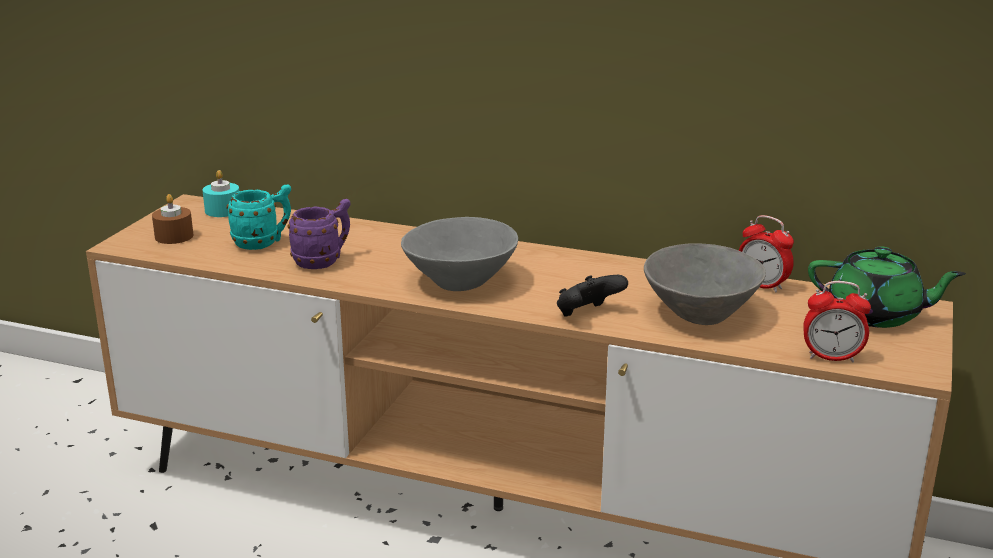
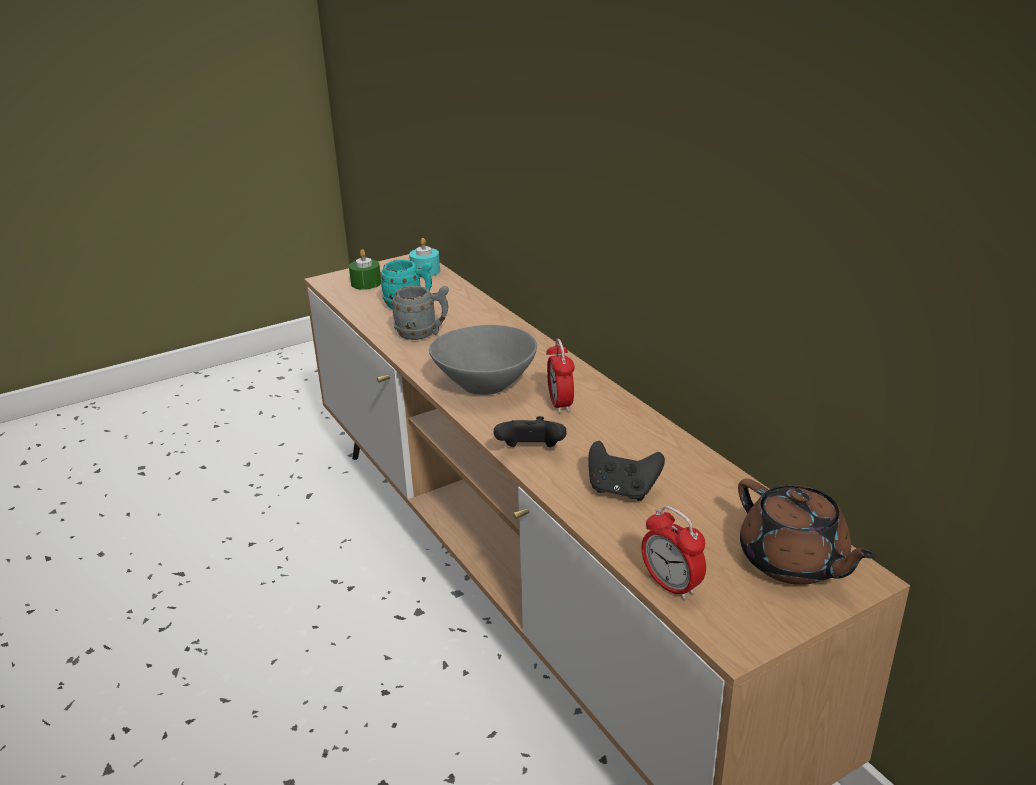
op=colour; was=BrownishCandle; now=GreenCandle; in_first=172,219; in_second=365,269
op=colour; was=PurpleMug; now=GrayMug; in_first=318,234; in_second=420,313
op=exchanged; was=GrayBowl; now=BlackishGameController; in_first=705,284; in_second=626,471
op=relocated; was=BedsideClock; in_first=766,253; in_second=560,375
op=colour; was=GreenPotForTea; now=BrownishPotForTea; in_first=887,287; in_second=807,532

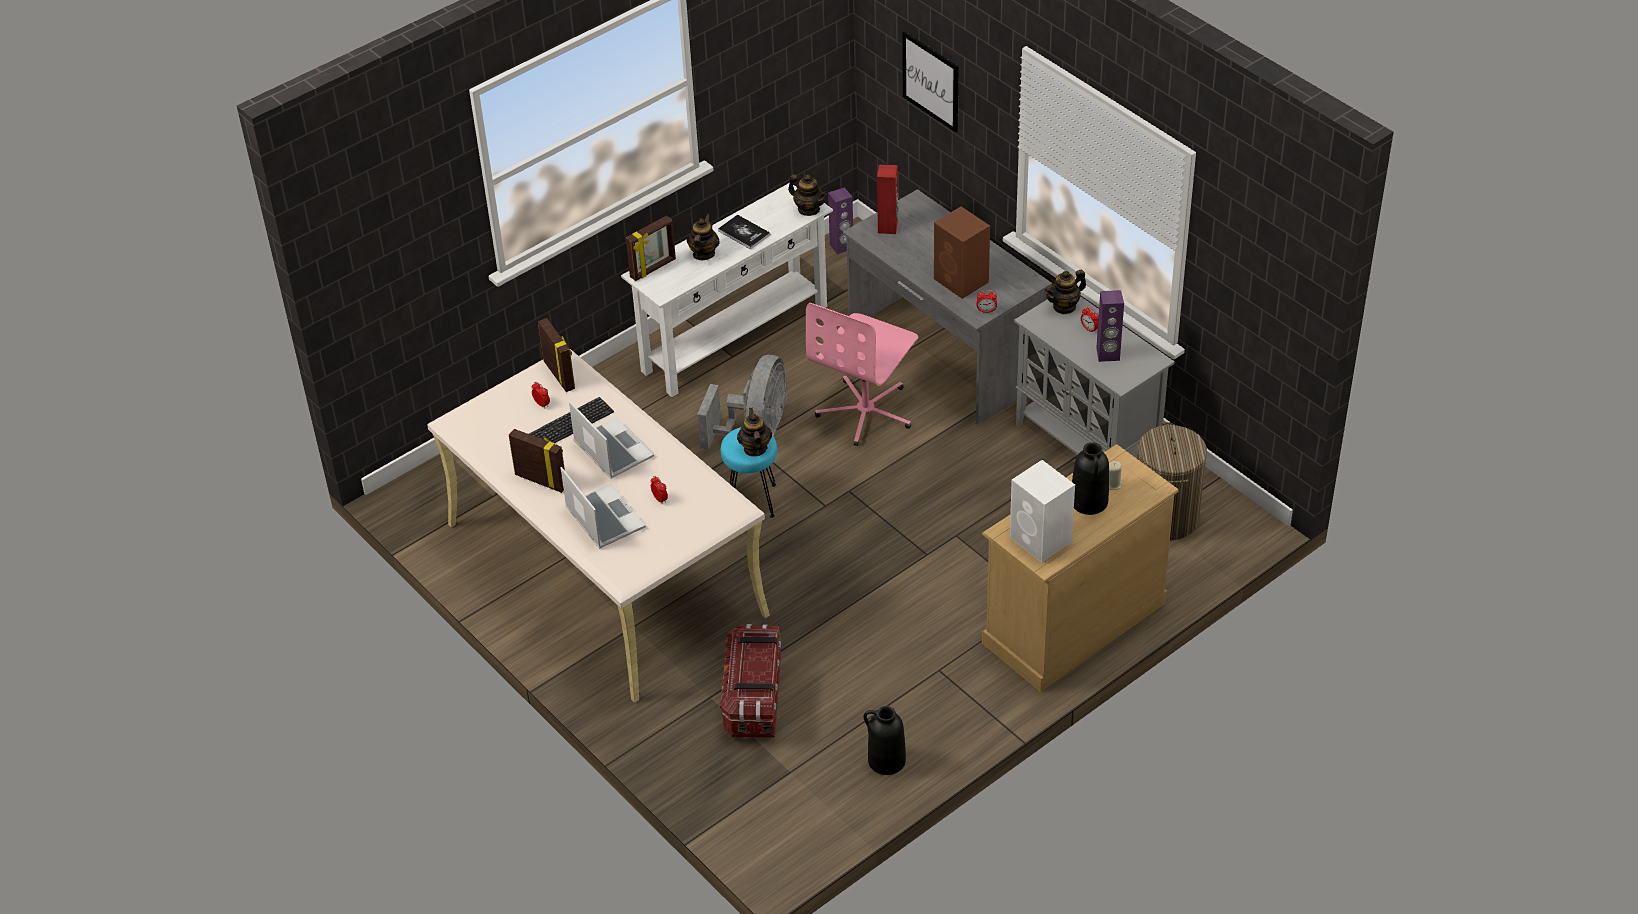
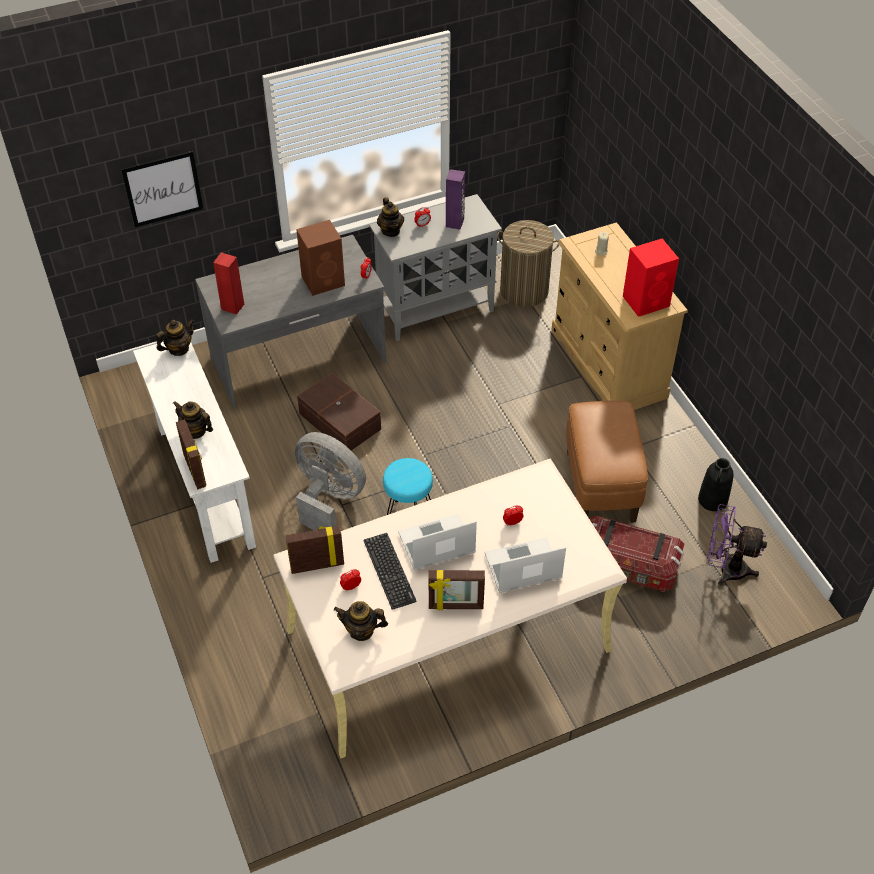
op=spun; was=PhotoFrame; in_first=537,461; in_second=457,590; clockwise=-135
op=missing; was=Book; in_first=744,232
op=relocated; was=PotForTea; in_first=754,432; in_second=361,621
op=exchanged; was=PinkComputerChair; now=BrownishStorageBox; in_first=862,374; in_second=339,412
op=missing; was=PurpleSpeaker; in_first=840,220
op=colour; was=WhiteColouredSpeaker; now=ReddishSpeaker; in_first=1042,511; in_second=651,278
op=missing; was=BlackishFlowerVase; in_first=1090,478
op=appeared; now=BrownishOttoman; in_second=607,462
op=appeared; now=PurpleCoolingFan; in_second=737,545

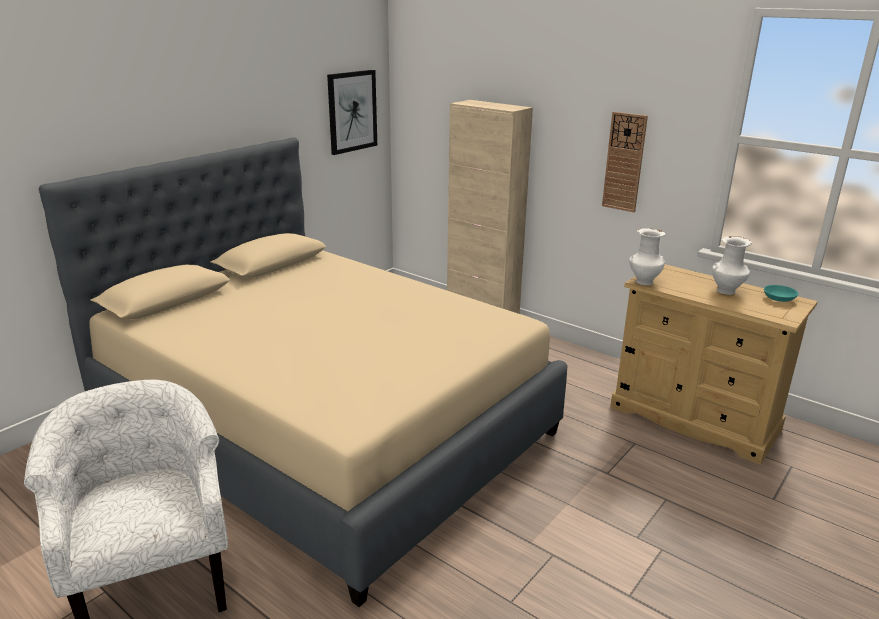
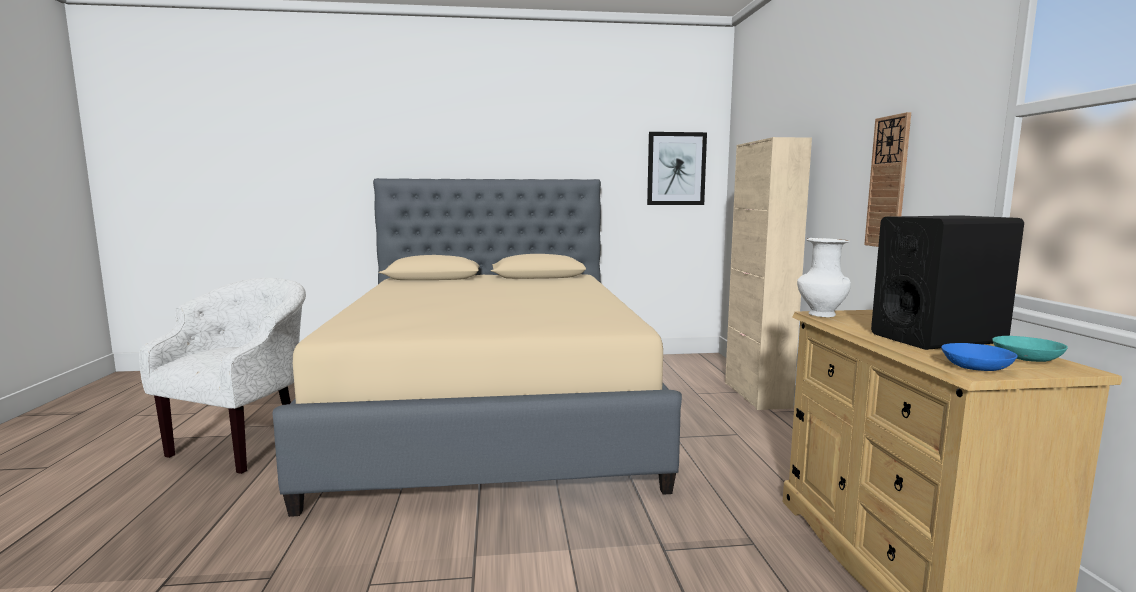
op=exchanged; was=WhiteColouredFlowerVase; now=BlackishSpeaker; in_first=732,265; in_second=947,282
op=appeared; now=BluishBowl; in_second=979,357

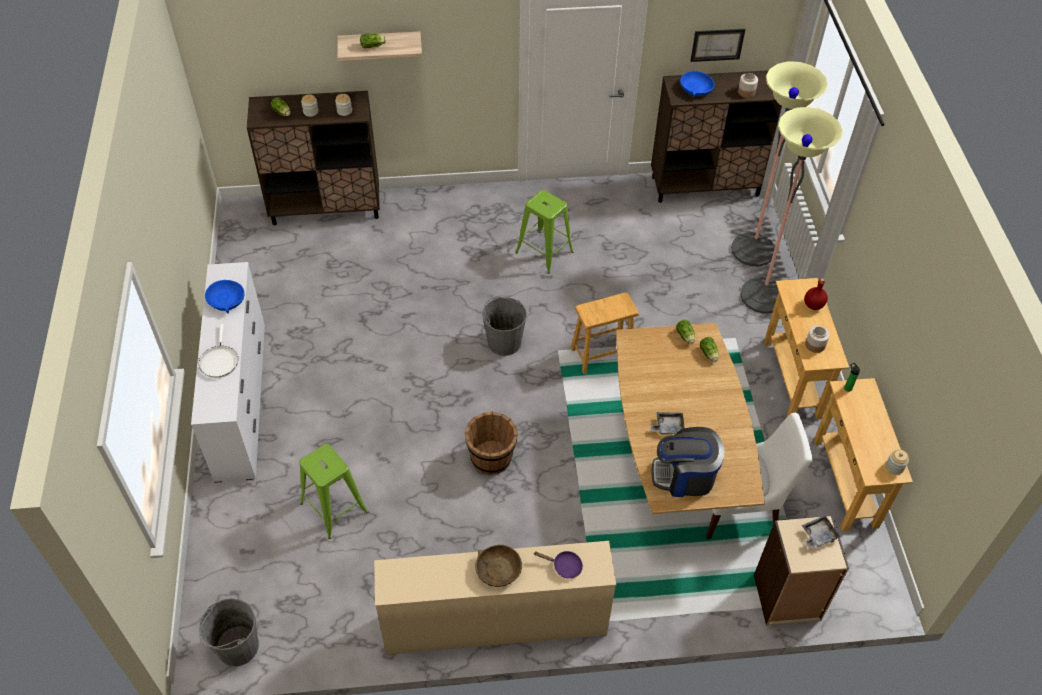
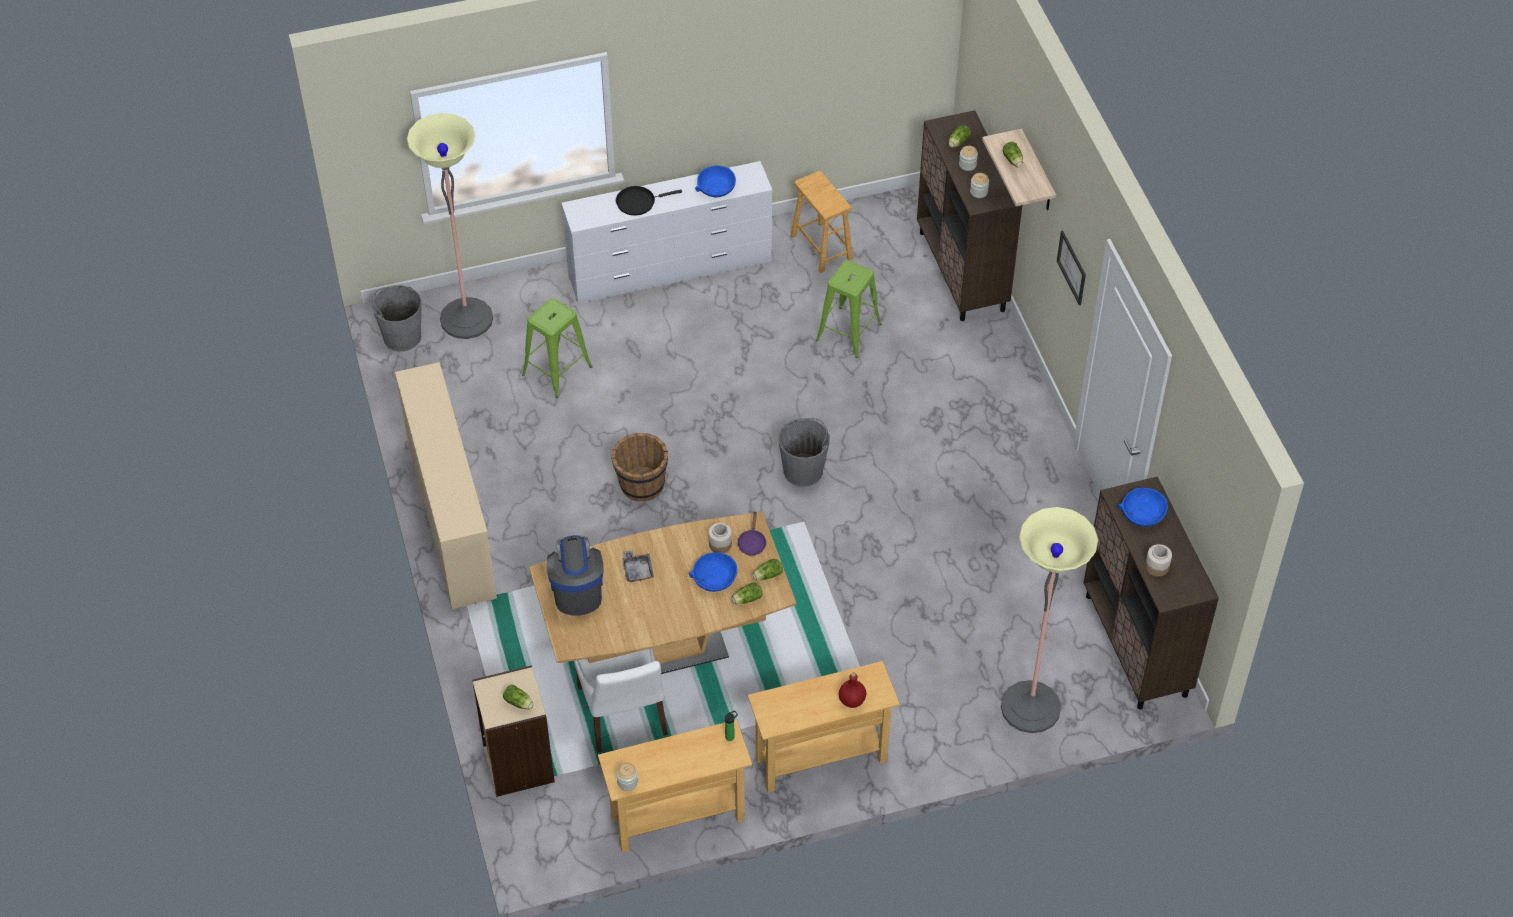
op=colour; was=WhiteColouredPan; now=BlackishPan; in_first=218,351; in_second=649,200
op=missing; was=BrownishBowl; in_first=498,566
op=relocated; was=GreenStoolSeat; in_first=544,232; in_second=848,309
op=relocated; was=PurplePan; in_first=558,565; in_second=752,534
op=relocated; was=BrownishStoolSeat; in_first=605,333; in_second=821,222
op=relocated; was=WallArt; in_first=717,45; in_second=1071,268
op=relocated; was=FloorLamp; in_first=791,210; in_second=450,226
op=exchanged; was=GrayCarryingTray; now=Lettuce; in_first=821,532; in_second=518,697
op=relocated; was=StorageJar; in_first=817,339; in_second=720,538
op=appeared; now=BluishBowl; in_second=713,572

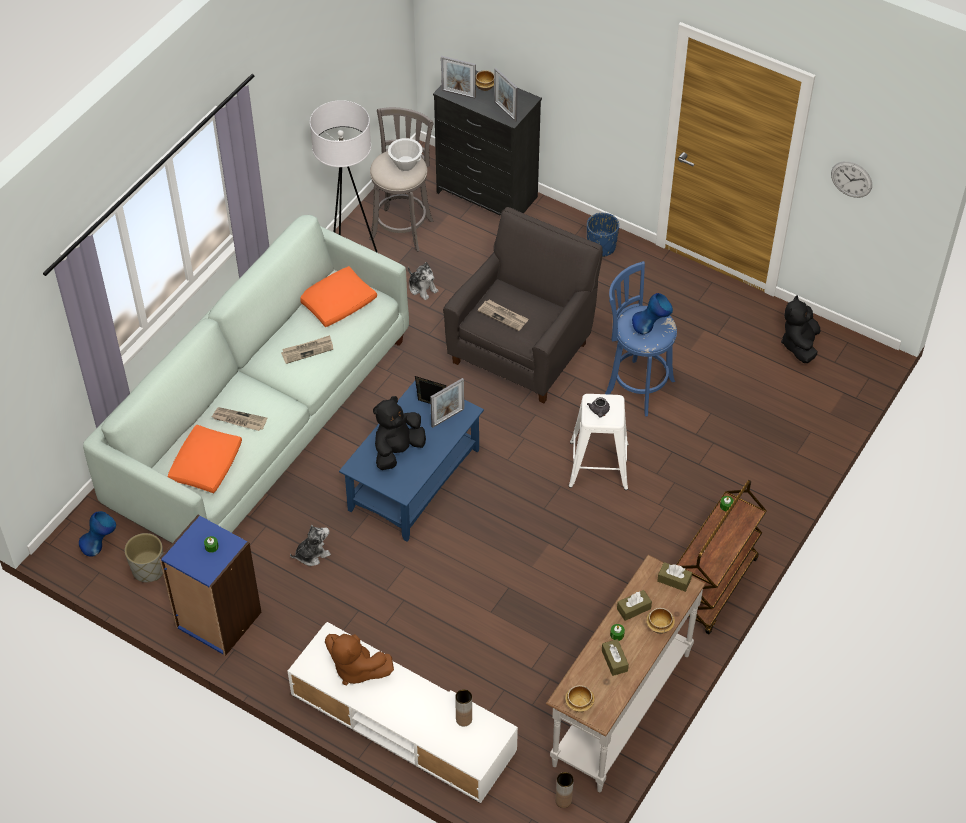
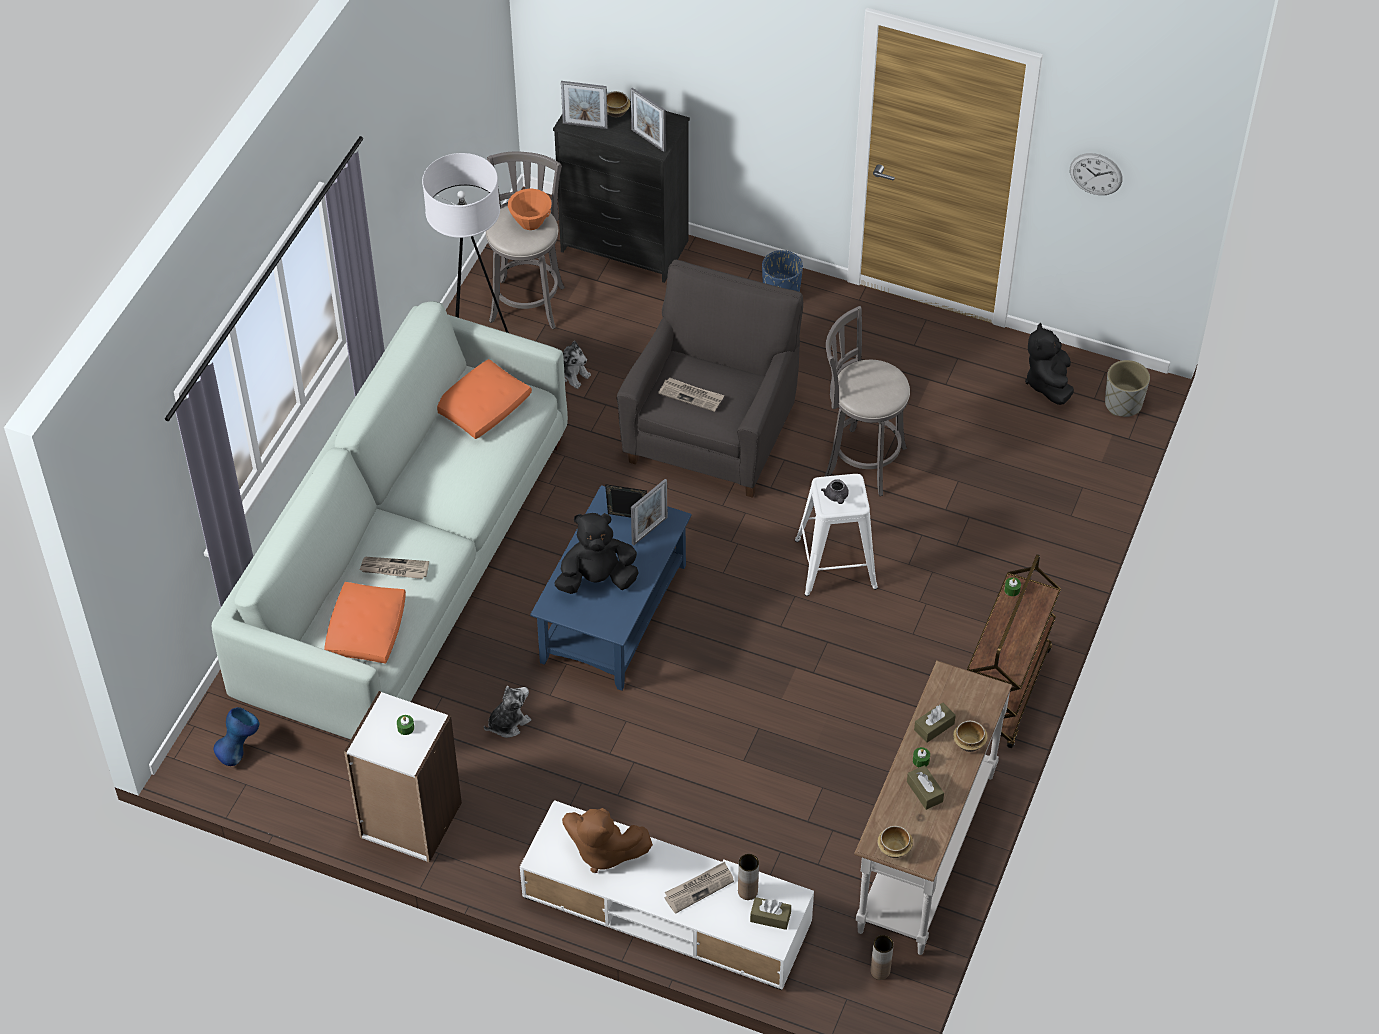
op=relocated; was=GrayPlantPot; in_first=144,557; in_second=1127,388
op=colour; was=BluishShelvingUnit; now=WhiteColouredShelvingUnit; in_first=210,585; in_second=403,777
op=relocated; was=DailyPaper; in_first=307,349; in_second=699,888
op=spun; was=BlackishSoftToy; in_first=399,433; in_second=596,553; clockwise=45
op=colour; was=WhiteColouredBowl; now=OrangeBowl; in_first=405,154; in_second=530,209
op=colour; was=BluishStoolSeat; now=GrayStoolSeat; in_first=641,339; in_second=867,401
op=missing; was=BluishFlowerVase; in_first=652,313
op=relocated; was=BrownishBoxOfTissues; in_first=674,577; in_second=770,913

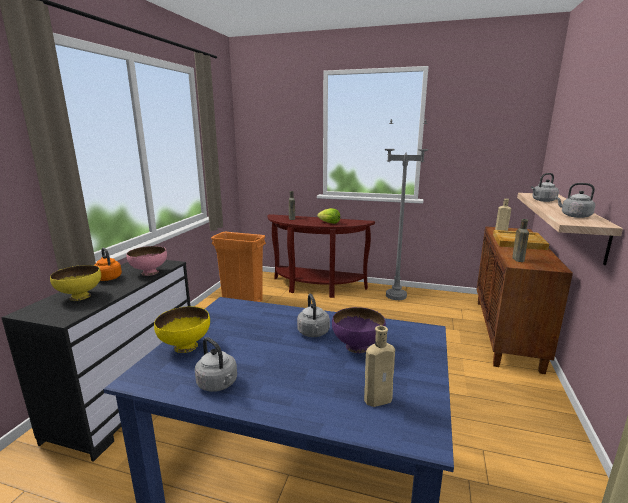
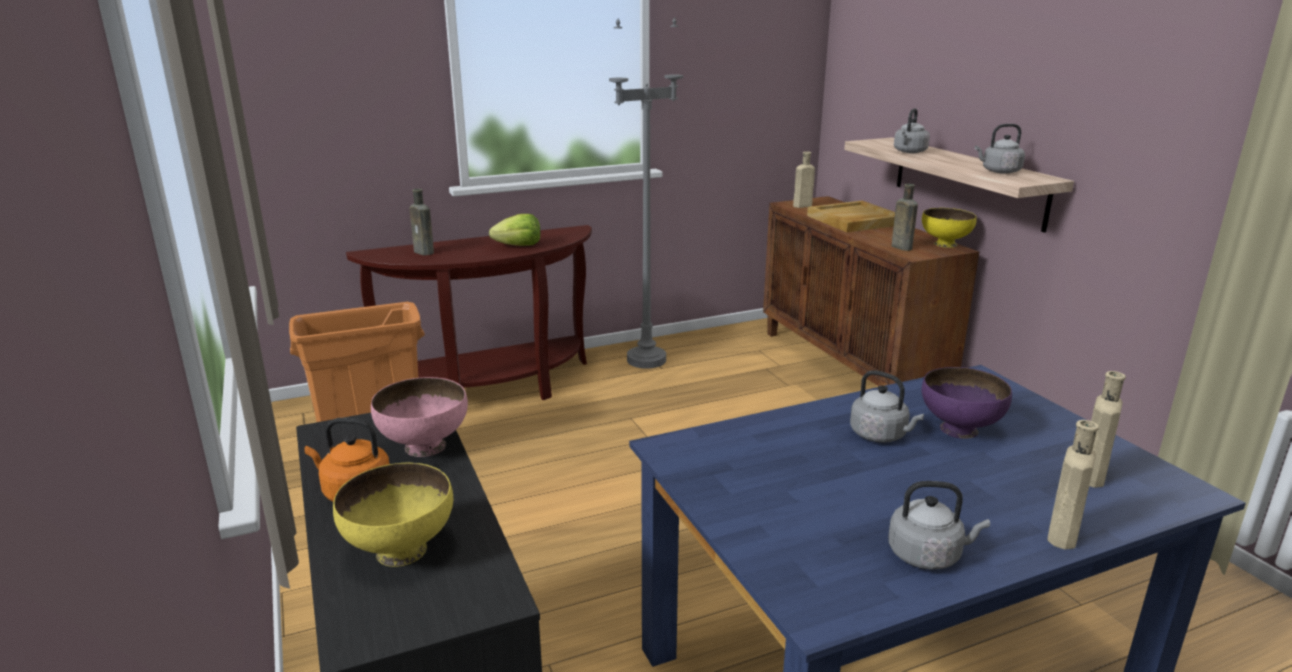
op=relocated; was=YellowColouredBowl; in_first=182,329; in_second=949,228
op=appeared; now=BeigeBottle; in_second=1073,484

